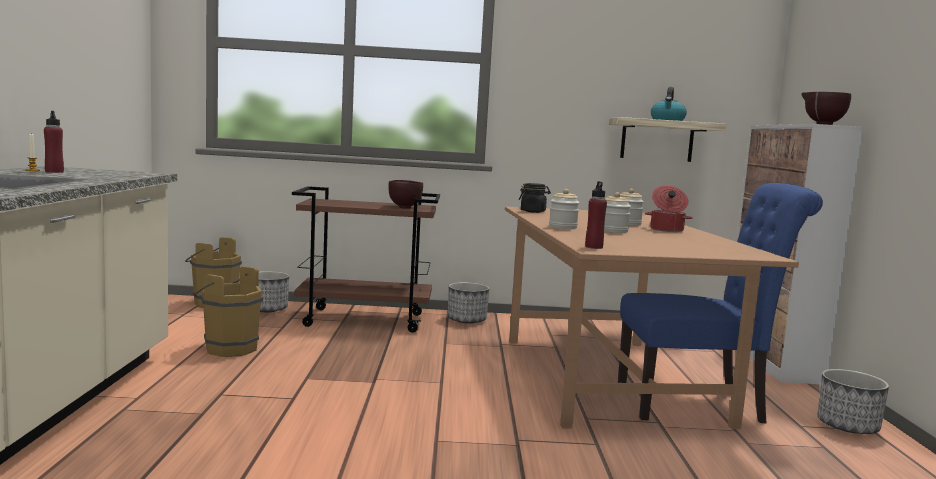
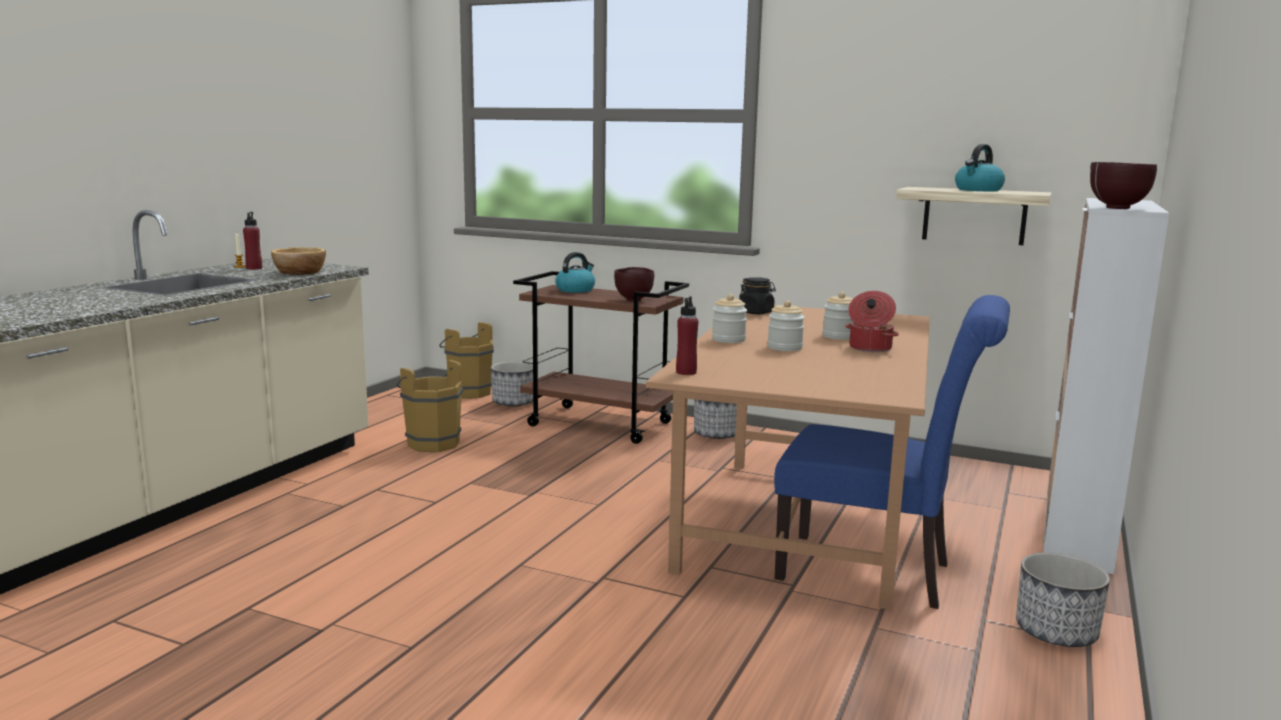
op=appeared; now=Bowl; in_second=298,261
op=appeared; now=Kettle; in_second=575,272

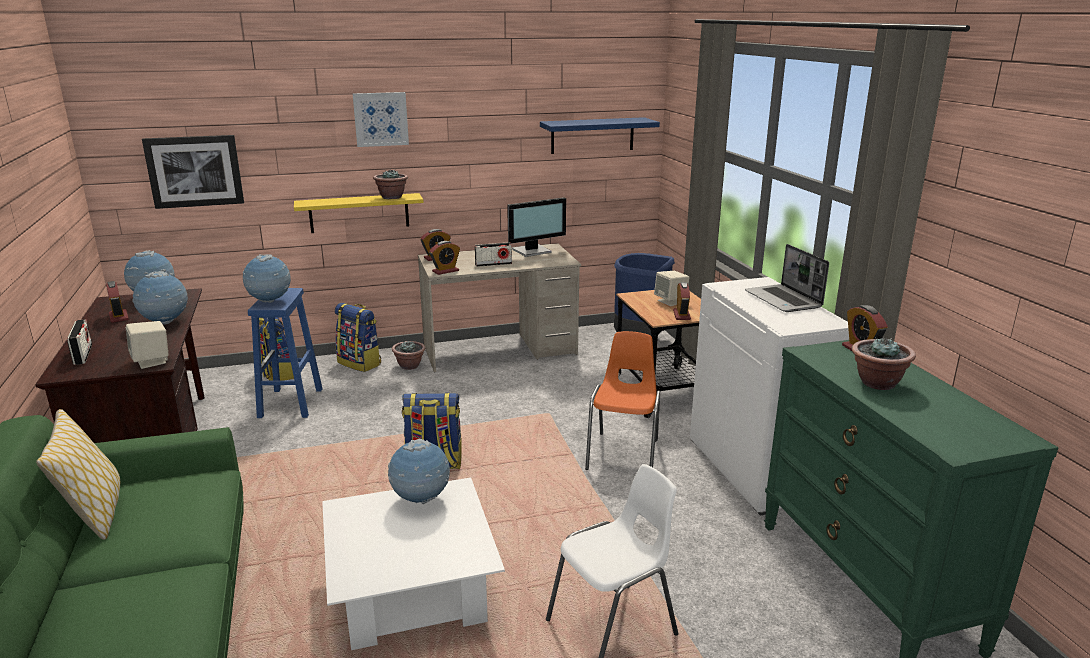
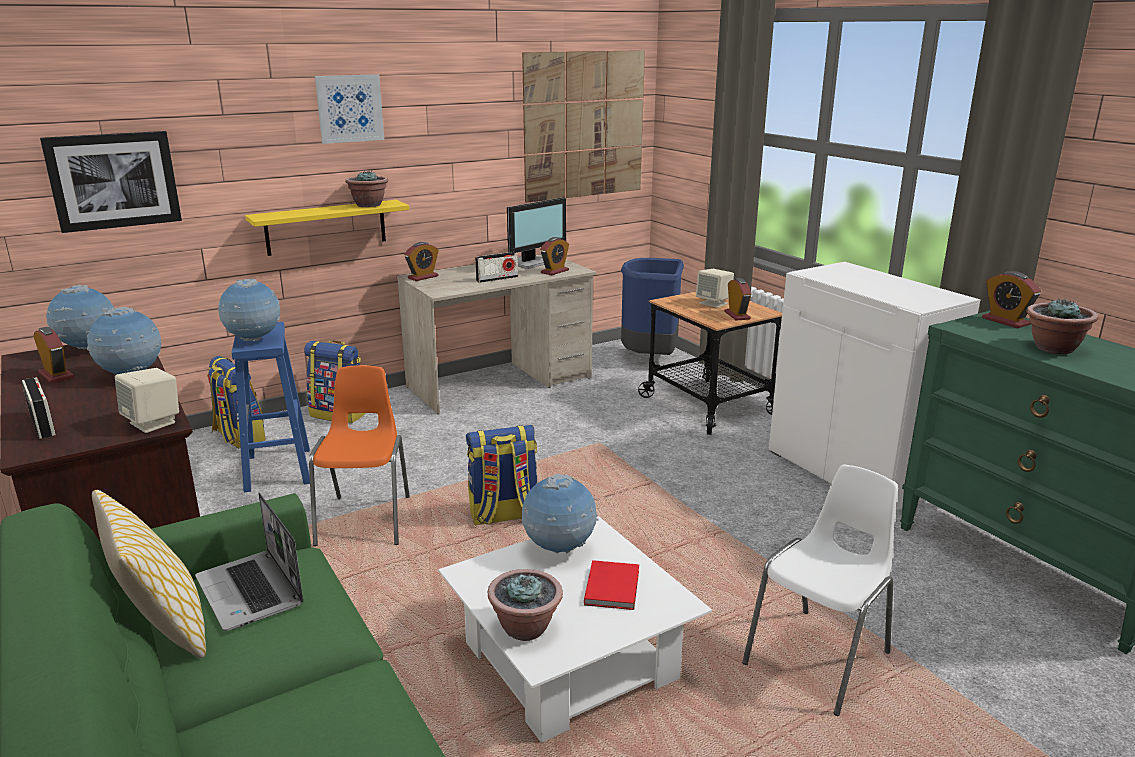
op=relocated; was=Houseplant; in_first=409,355; in_second=525,605
op=relocated; was=BedsideClock; in_first=444,258; in_second=554,256
op=exchanged; was=BluishShelf; now=WallArt; in_first=600,135; in_second=583,126
op=relocated; was=OrangeUprightChair; in_first=622,400; in_second=359,455
op=relocated; was=Laptop; in_first=787,278; in_second=249,561
op=appeared; now=ReddishBook; in_second=611,585

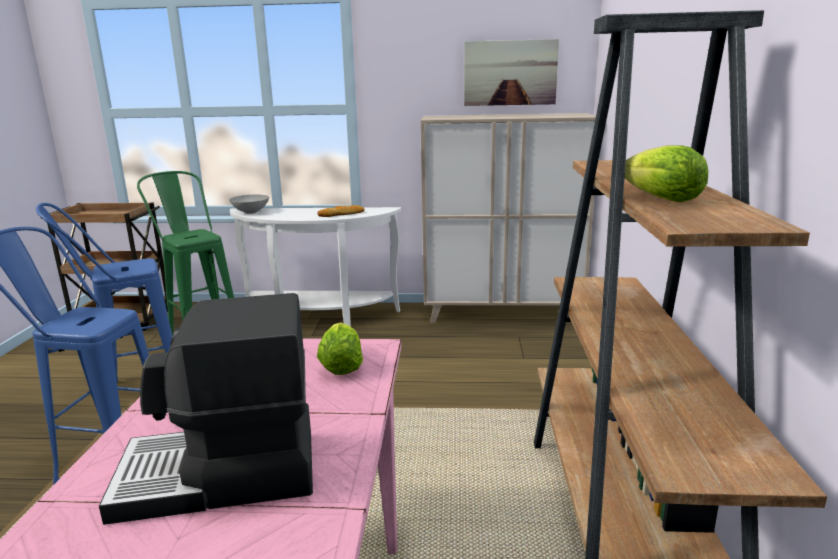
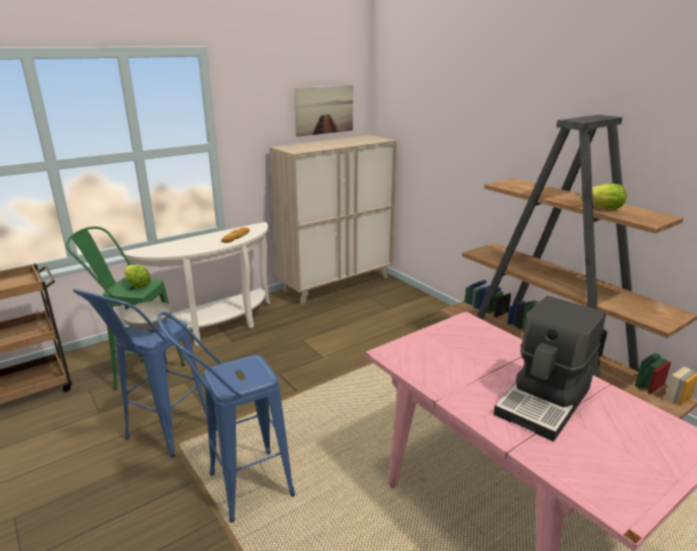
op=relocated; was=GrayBowl; in_first=249,204; in_second=147,316
op=relocated; was=Lettuce; in_first=340,348; in_second=137,276

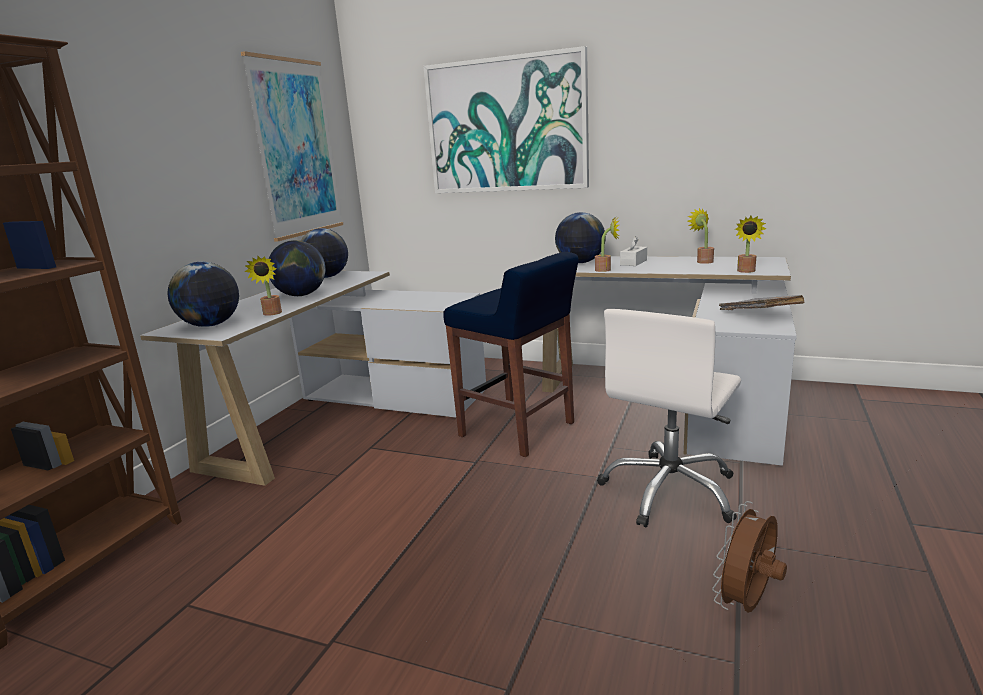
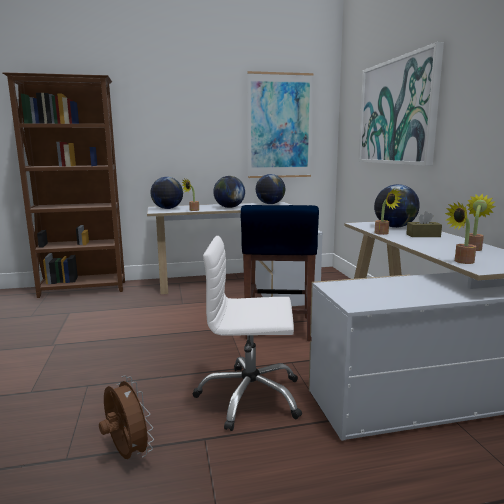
op=colour; was=WhiteColouredBoxOfTissues; now=BrownishBoxOfTissues; in_first=633,251; in_second=424,224
op=spun; was=BrownishCoolingFan; in_first=749,557; in_second=126,417; clockwise=45
op=missing; was=GrayBook; in_first=761,302

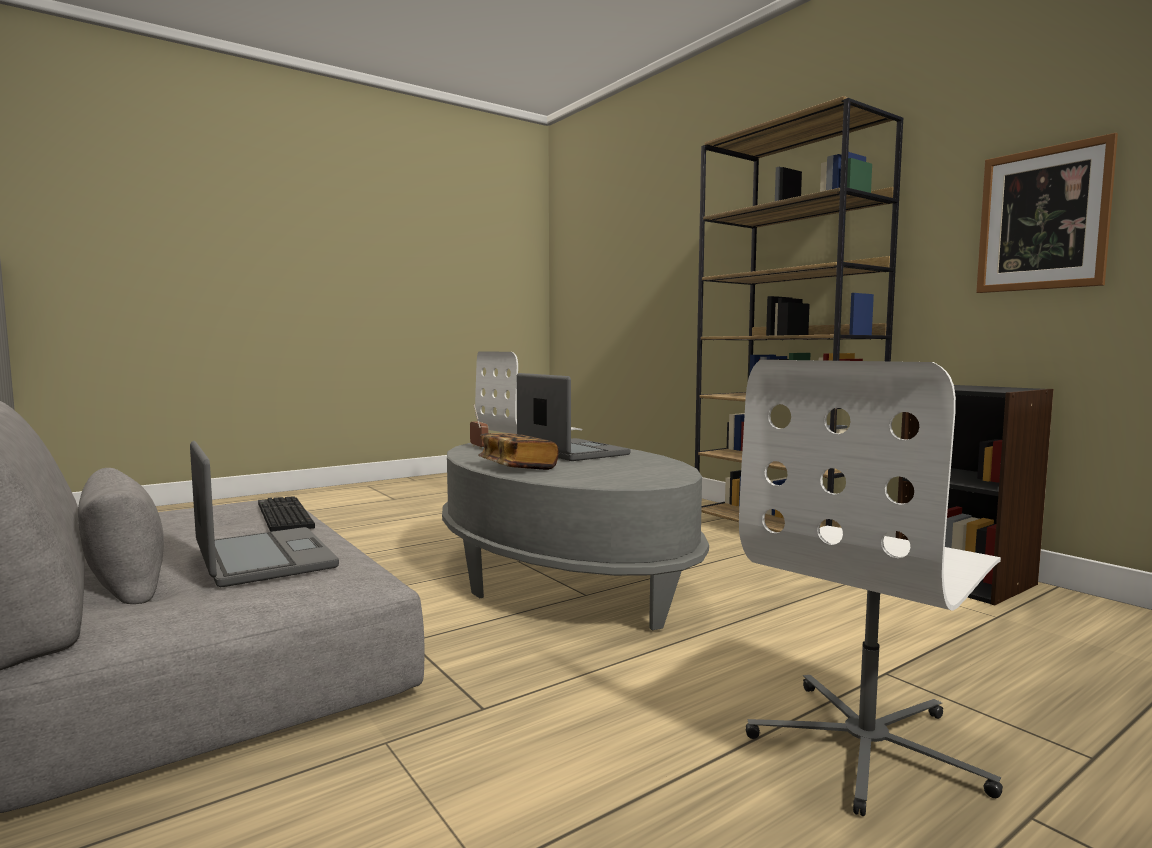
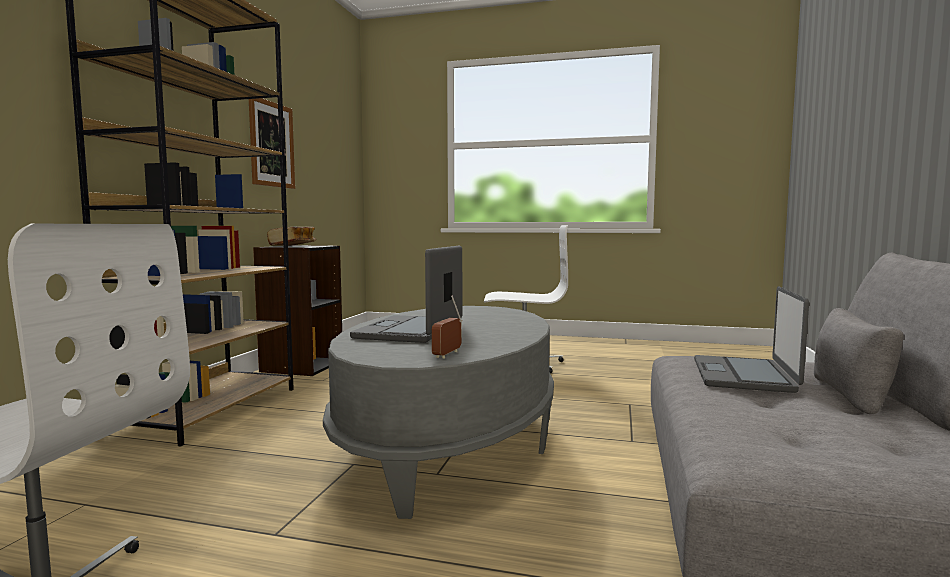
op=missing; was=PcKeyboard; in_first=286,514
op=relocated; was=Book; in_first=518,451; in_second=291,236

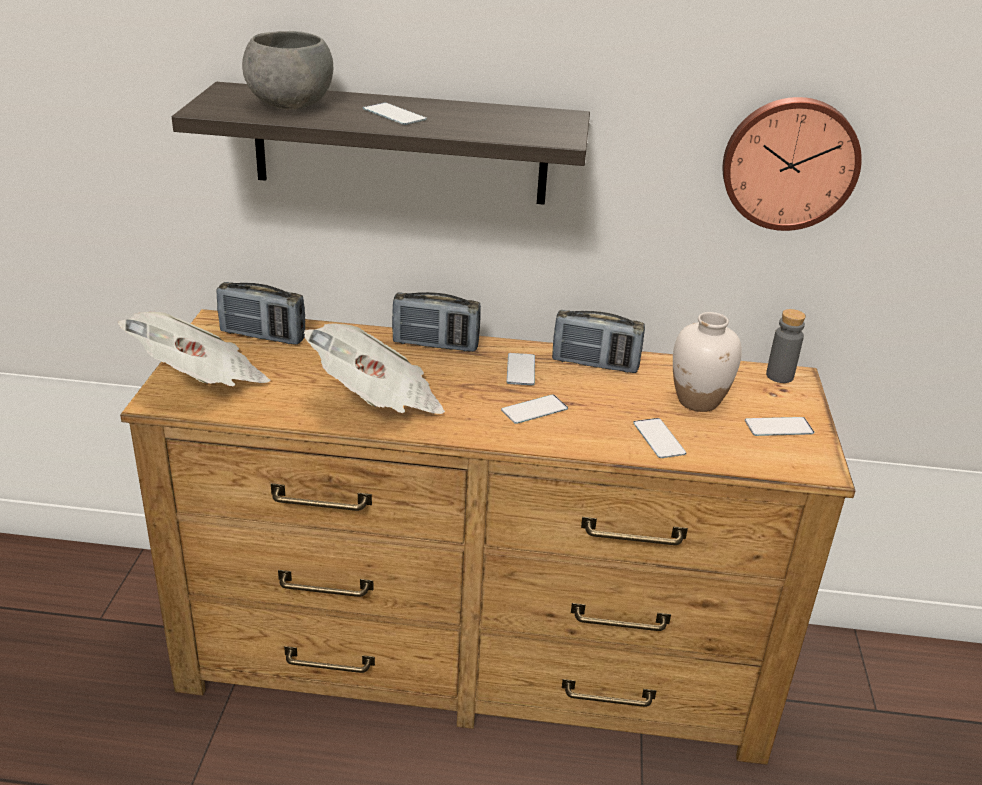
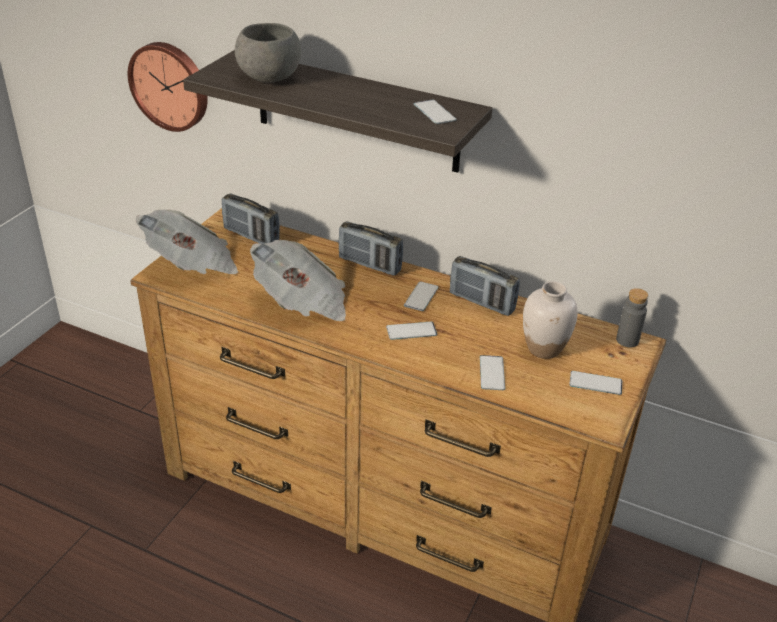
op=relocated; was=Telephone; in_first=395,113; in_second=435,112
op=relocated; was=ClockOnTheWall; in_first=792,164; in_second=168,87

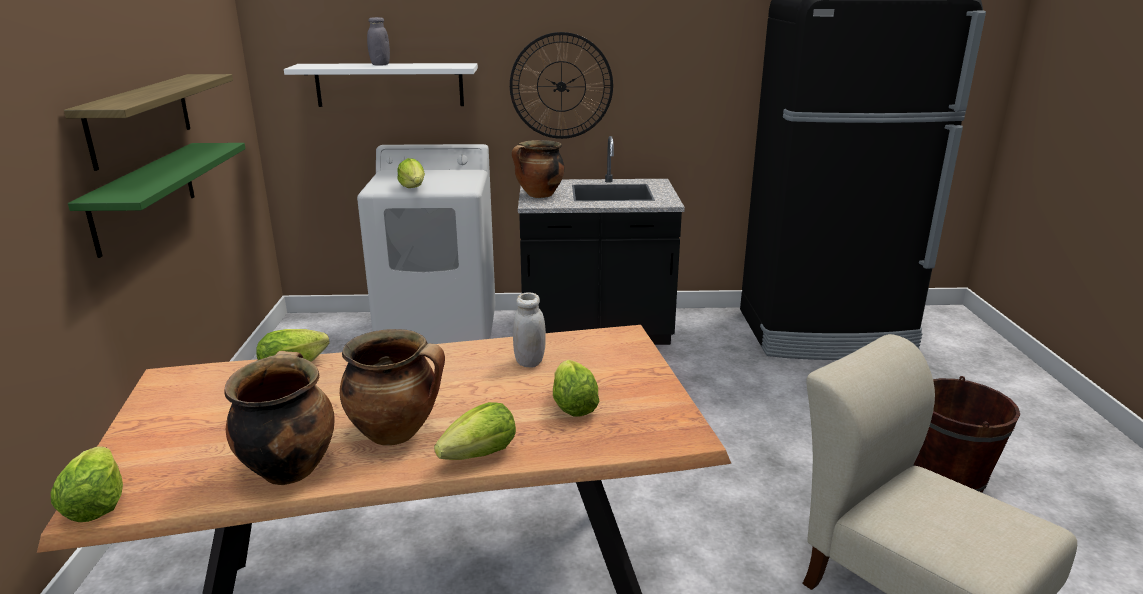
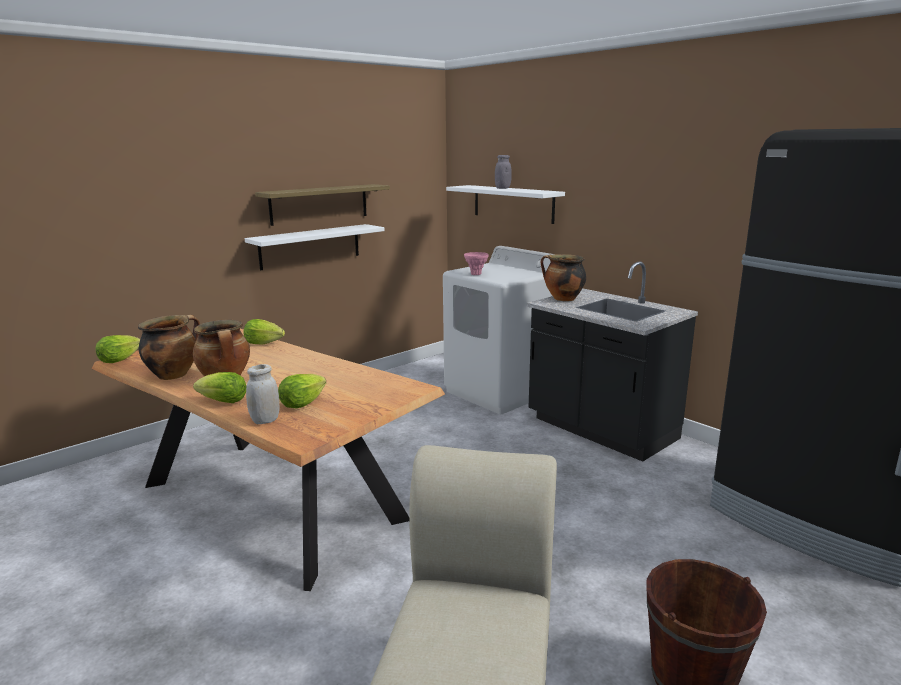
op=colour; was=GreenShelf; now=WhiteColouredShelf; in_first=157,200; in_second=314,247
op=exchanged; was=Lettuce; now=PinkFlowerVase; in_first=411,173; in_second=476,263
op=missing; was=ClockOnTheWall; in_first=561,85
op=relocated; was=WhiteColouredStorageJar; in_first=529,329; in_second=263,394

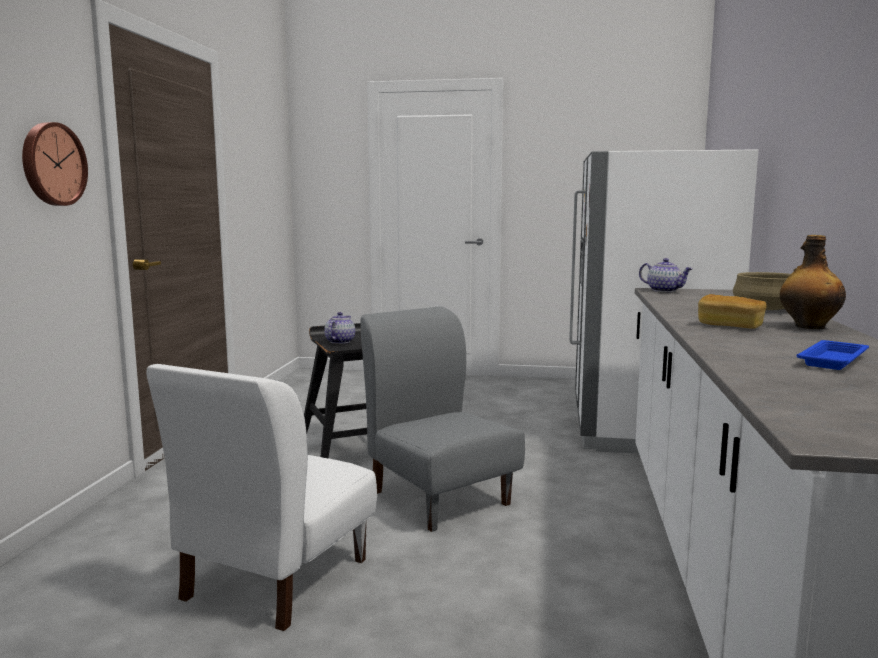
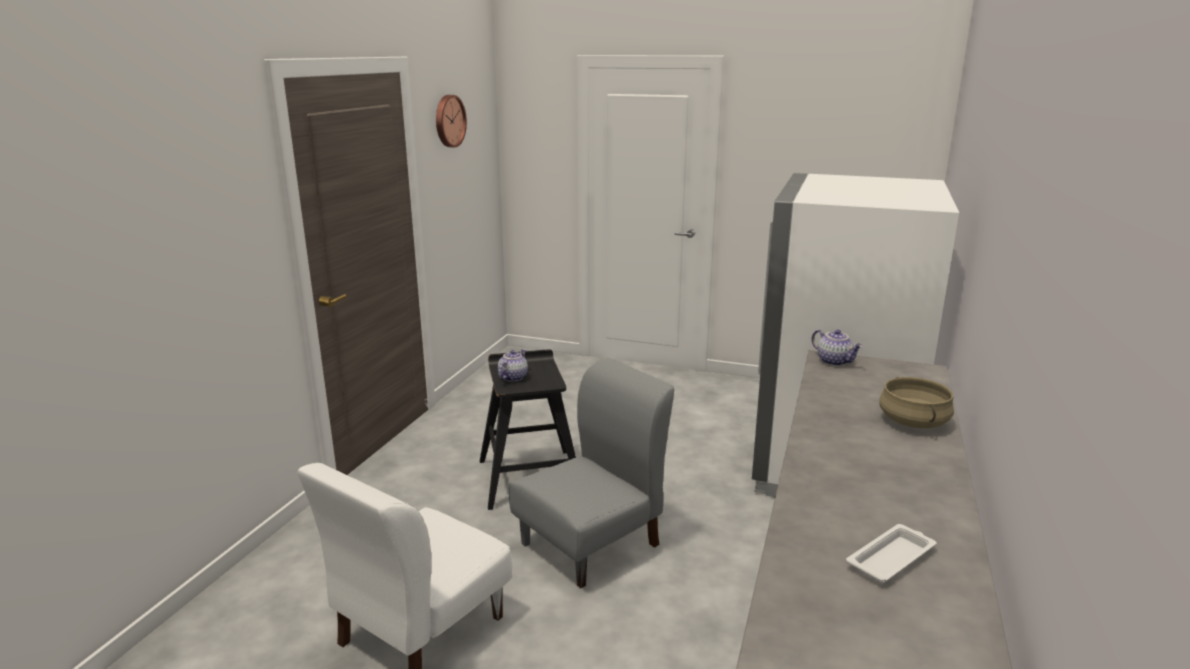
op=relocated; was=ClockOnTheWall; in_first=55,164; in_second=451,121
op=spun; was=GrayUprightChair; in_first=442,419; in_second=591,473; clockwise=75
op=missing; was=BakeryBread; in_first=732,311
op=missing; was=Bottle; in_first=813,282
op=colour; was=BluishCarryingTray; now=WhiteColouredCarryingTray; in_first=833,355; in_second=891,553

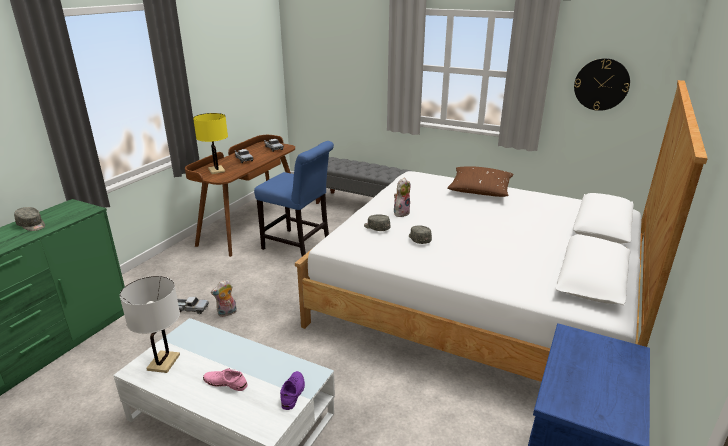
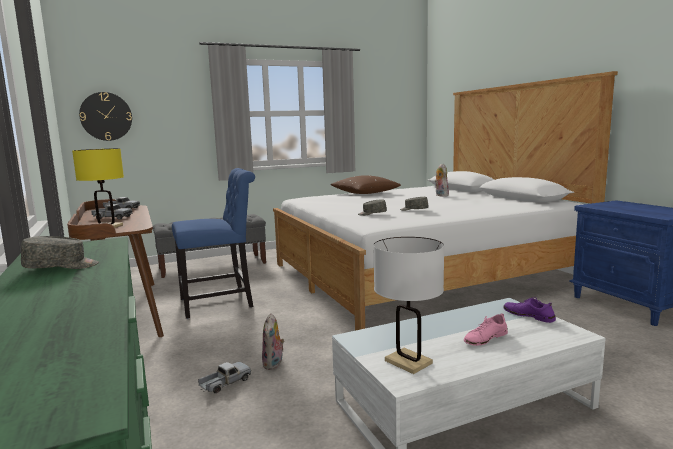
op=relocated; was=SoftToy; in_first=402,197; in_second=442,180
op=relocated; was=ClockOnTheWall; in_first=602,84; in_second=105,116

